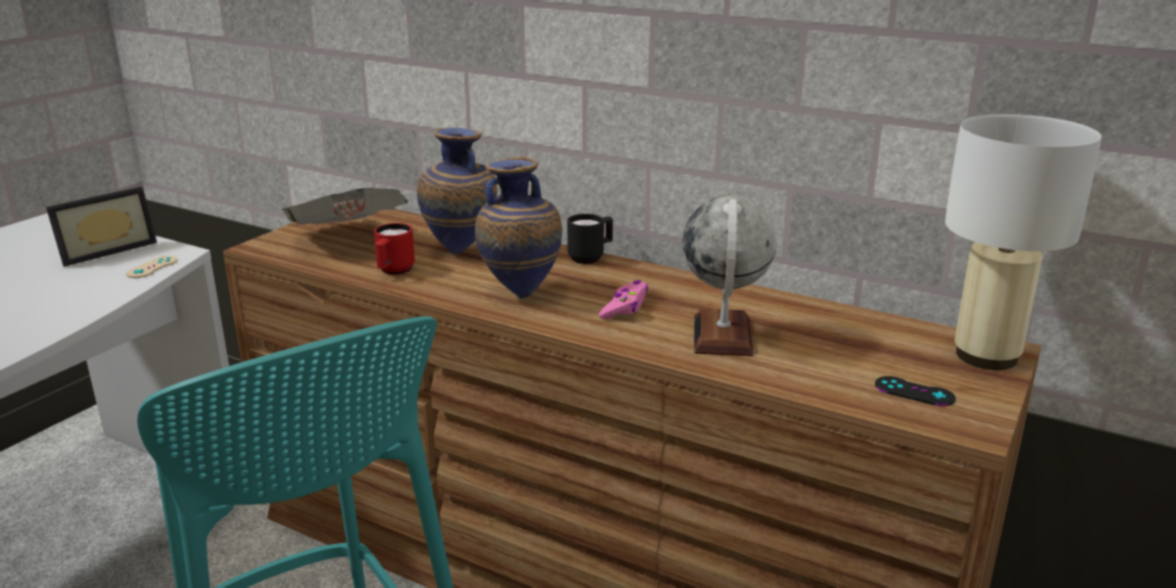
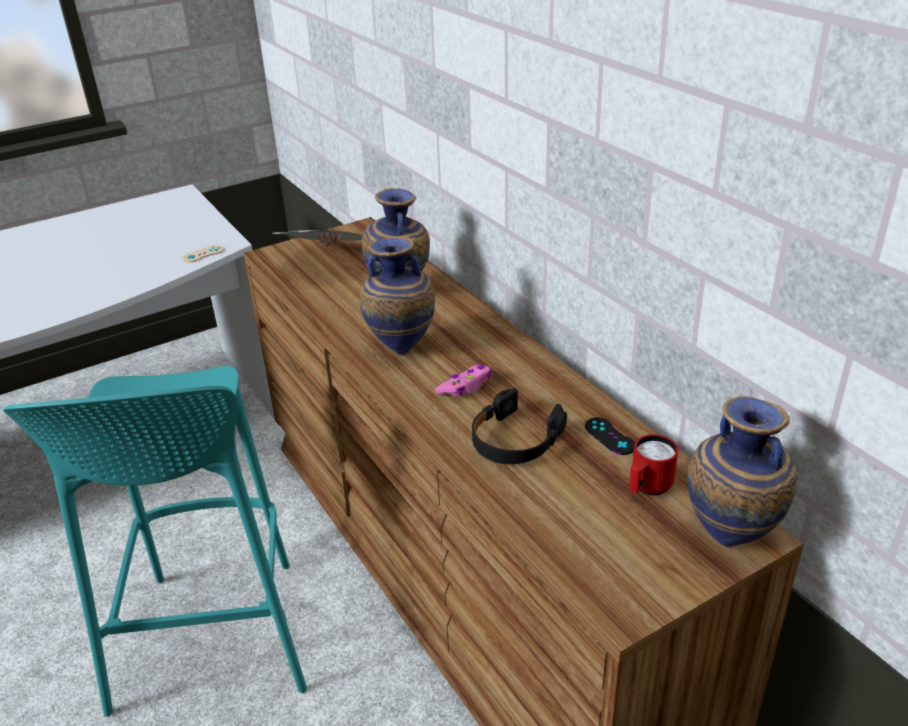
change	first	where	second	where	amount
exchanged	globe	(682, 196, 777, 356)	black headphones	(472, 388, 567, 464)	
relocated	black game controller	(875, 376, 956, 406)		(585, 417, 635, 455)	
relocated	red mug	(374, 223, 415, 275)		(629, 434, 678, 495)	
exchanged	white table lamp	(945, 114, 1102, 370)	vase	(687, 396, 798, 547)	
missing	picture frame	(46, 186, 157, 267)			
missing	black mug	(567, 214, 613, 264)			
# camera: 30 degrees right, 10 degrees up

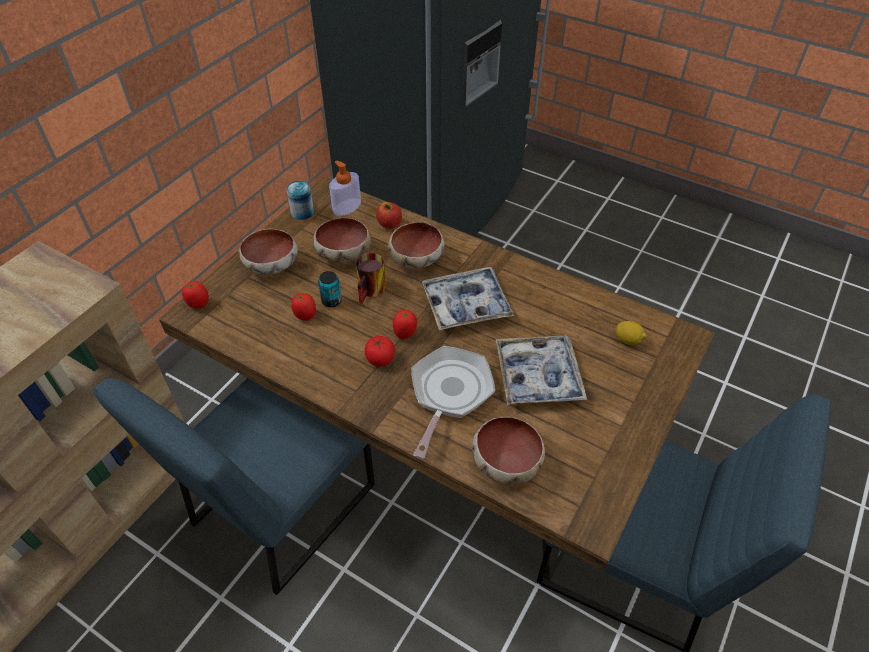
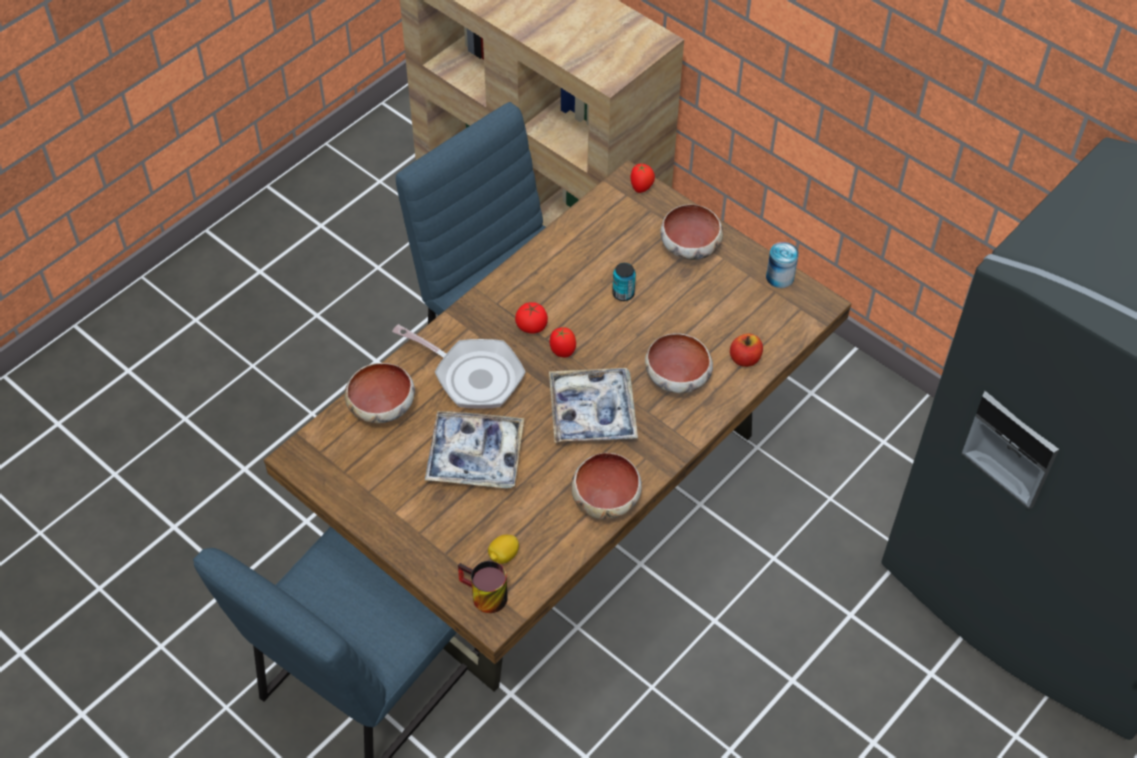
change	first	where	second	where	amount
relocated	mug	(356, 253, 386, 304)		(458, 561, 508, 613)	
relocated	bowl	(313, 218, 371, 263)		(571, 452, 642, 519)	
missing	tomato	(291, 293, 316, 321)			
missing	soap dispenser	(329, 161, 361, 216)			
# camera: 100 degrees right, 5 degrees up

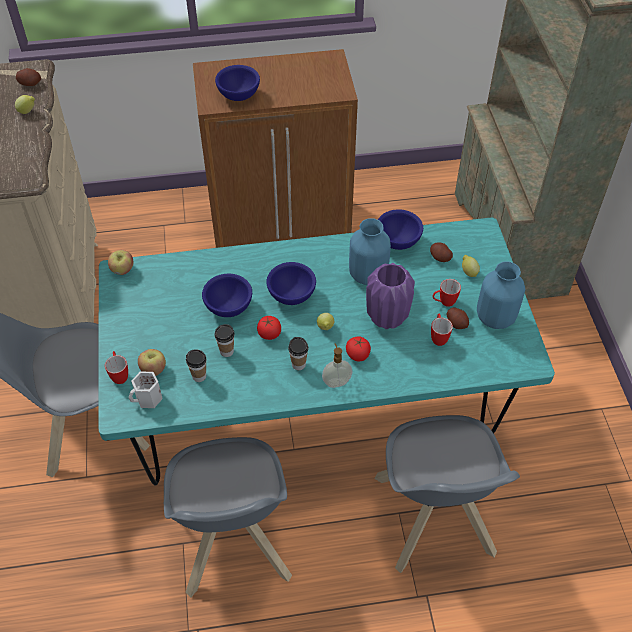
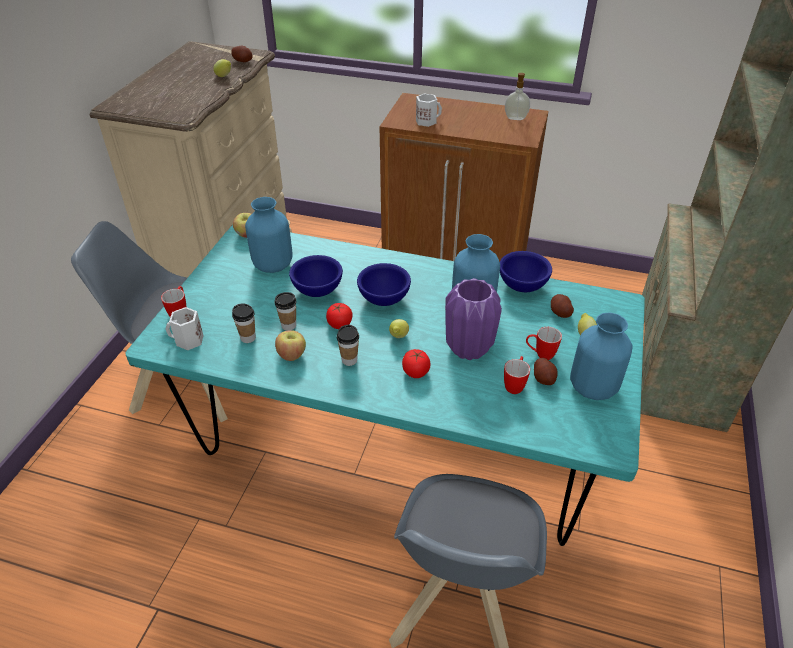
change	first	where	second	where	amount
appeared			blue vase	(245, 197, 293, 273)	
relocated	apple	(138, 349, 166, 376)		(275, 330, 306, 361)	
exchanged	blue bowl	(215, 65, 260, 101)	white mug	(416, 93, 442, 127)	
relocated	soap dispenser	(322, 343, 352, 388)		(505, 72, 530, 120)	
missing	grey chair	(164, 437, 292, 598)			
# camera: 25 degrees right, 10 degrees down

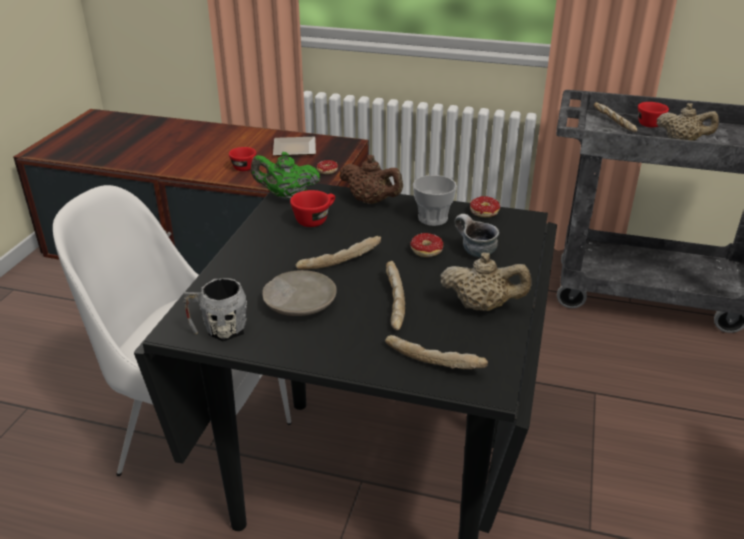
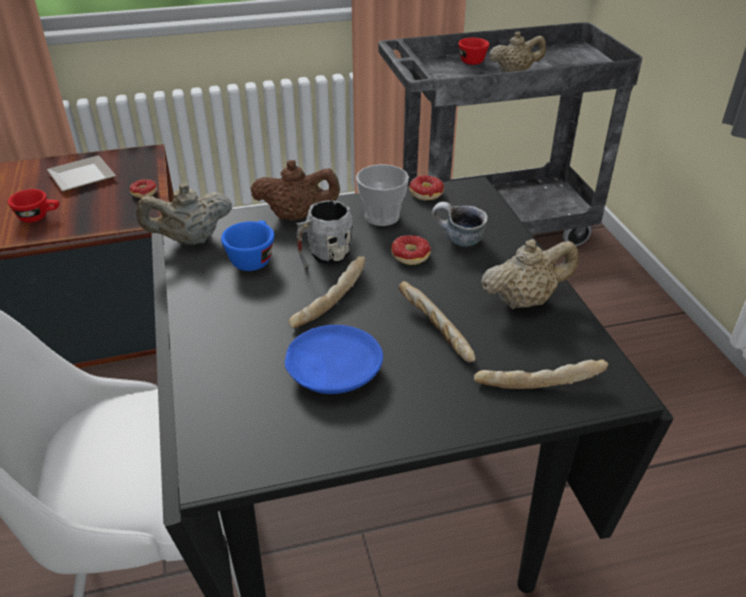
change	first	where	second	where	amount
colour	green teapot	(251, 152, 320, 200)	beige teapot	(136, 183, 232, 245)	
colour	red cup	(290, 190, 335, 227)	blue cup	(221, 220, 274, 271)	
colour	beige plate	(263, 270, 337, 316)	blue plate	(285, 325, 383, 394)	
relocated	grey mug	(183, 278, 247, 341)		(296, 200, 353, 267)	
missing	bread	(594, 102, 637, 132)			
# camera: 30 degrees left, 5 degrees up

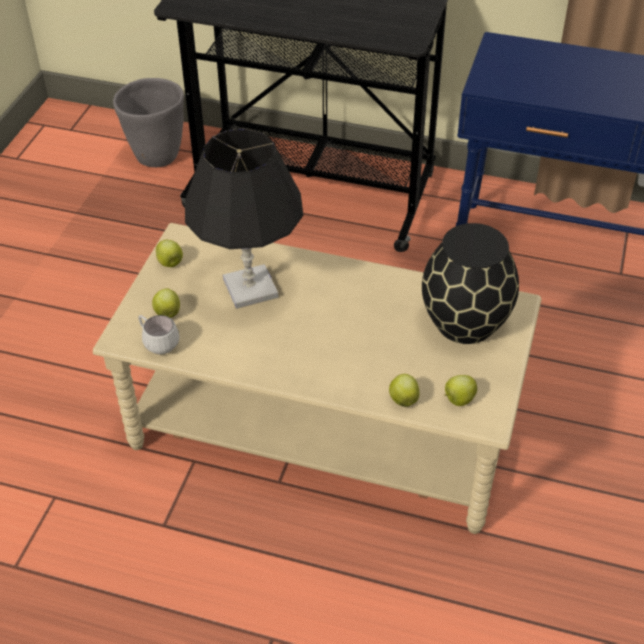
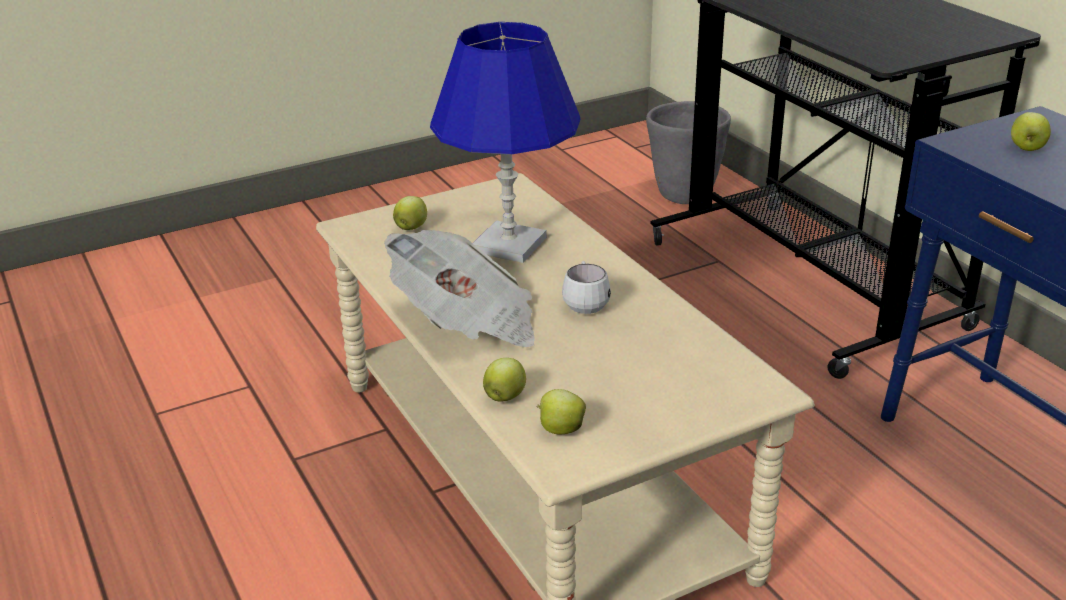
change	first	where	second	where	amount
appeared			newspaper	(384, 230, 535, 347)	
colour	black table lamp	(185, 129, 303, 309)	blue table lamp	(430, 22, 580, 263)	
relocated	white mug	(138, 315, 179, 354)		(562, 261, 611, 314)	
relocated	apple	(156, 240, 183, 267)		(1011, 112, 1051, 151)	
missing	black vase	(422, 223, 519, 344)			
# camera: 45 degrees right, 15 degrees down

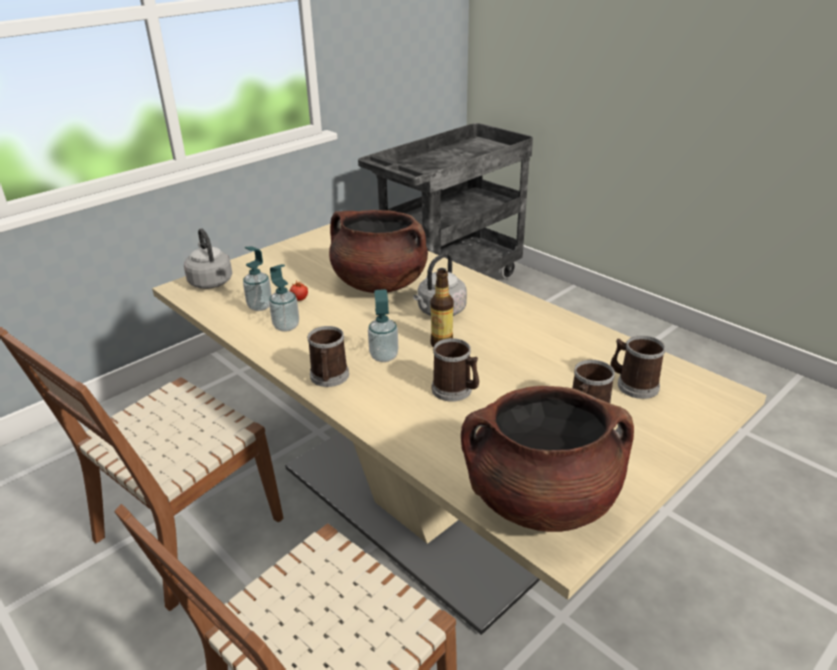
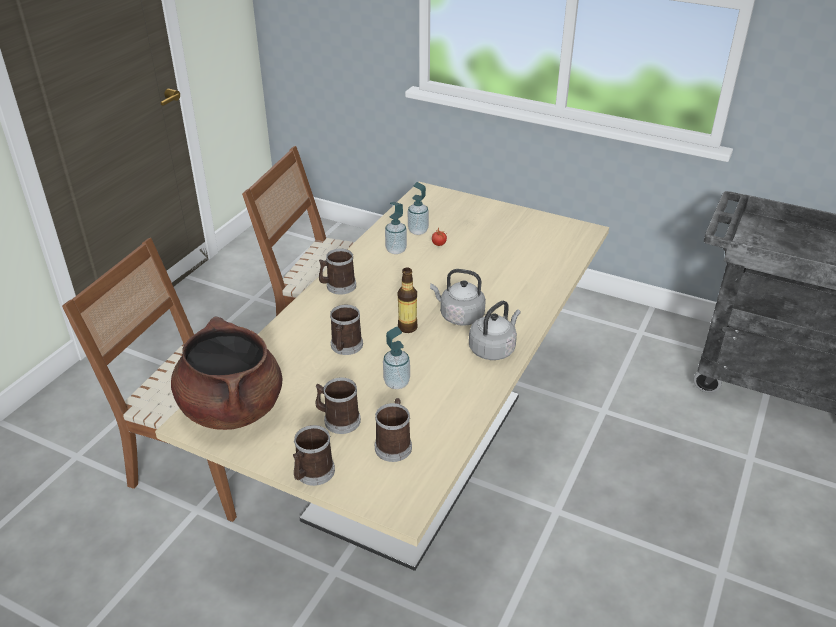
change	first	where	second	where	amount
appeared			mug	(293, 425, 335, 486)	
relocated	soap dispenser	(368, 289, 398, 362)		(383, 327, 410, 389)	
relocated	grey kettle	(184, 228, 232, 289)		(469, 301, 521, 360)	
missing	brown cooking pot	(329, 210, 428, 293)			
# camera: 70 degrees right, 5 degrees up

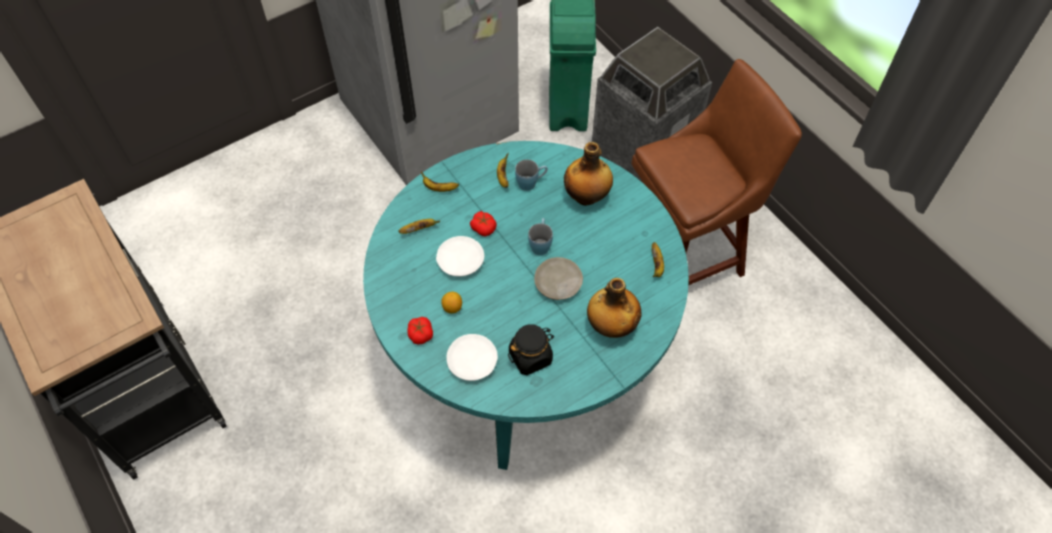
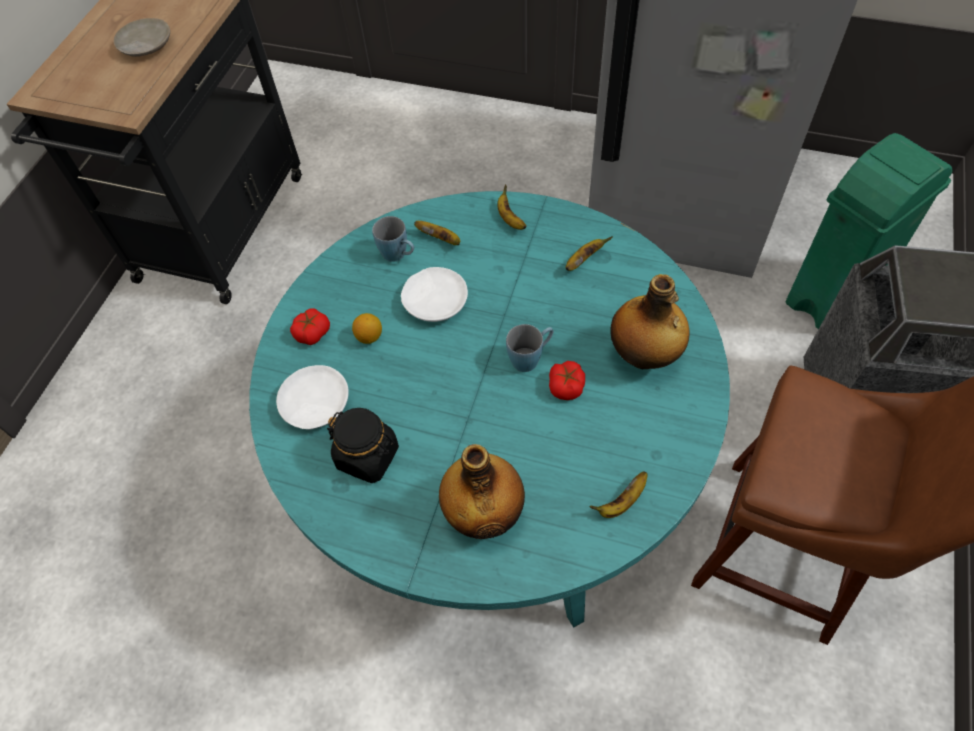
change	first	where	second	where	amount
relocated	beige plate	(534, 257, 583, 300)		(114, 18, 170, 57)	
relocated	blue mug	(515, 159, 548, 191)		(372, 216, 414, 262)	
relocated	tomato	(470, 211, 497, 236)		(549, 361, 585, 400)	
# camera: 55 degrees right, 0 degrees up

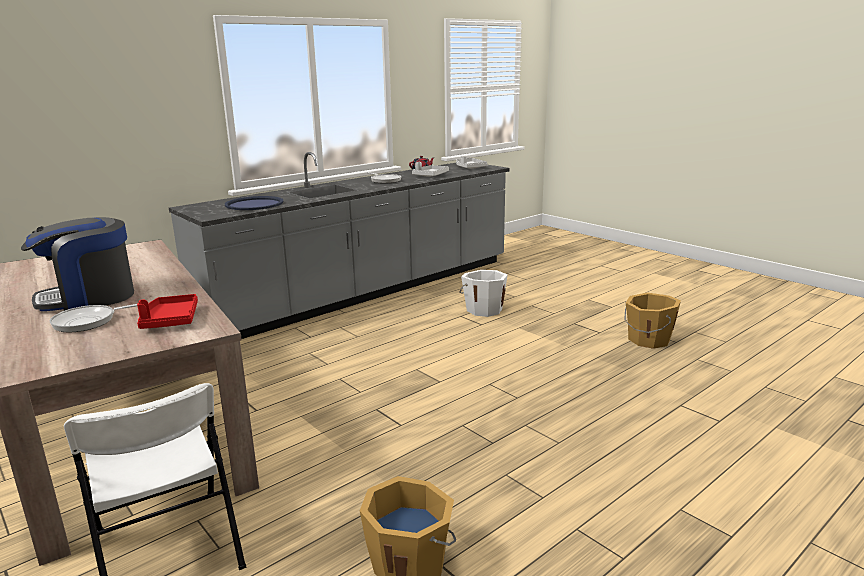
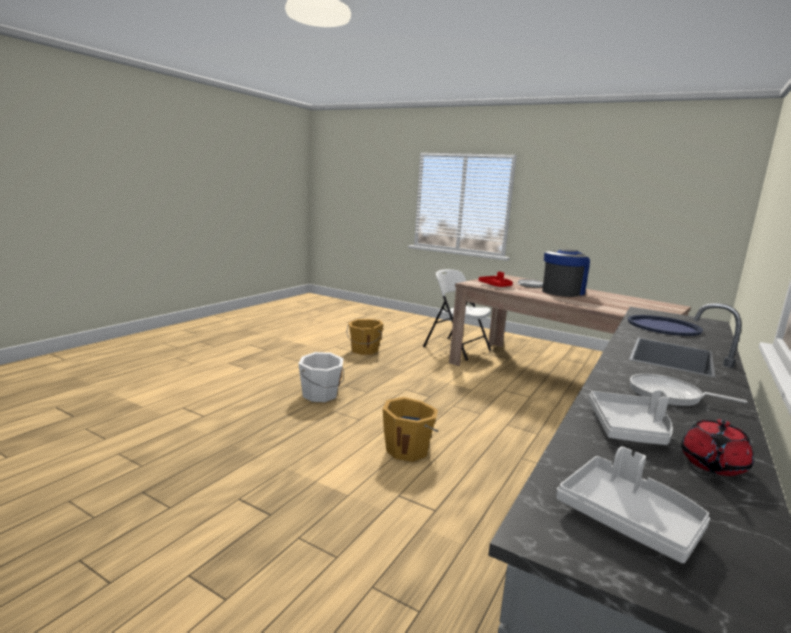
change	first	where	second	where	amount
relocated	white bucket	(460, 270, 508, 317)		(298, 352, 344, 402)	
relocated	orange bucket	(624, 293, 681, 349)		(383, 397, 439, 462)	
# camera: 160 degrees right, 5 degrees down

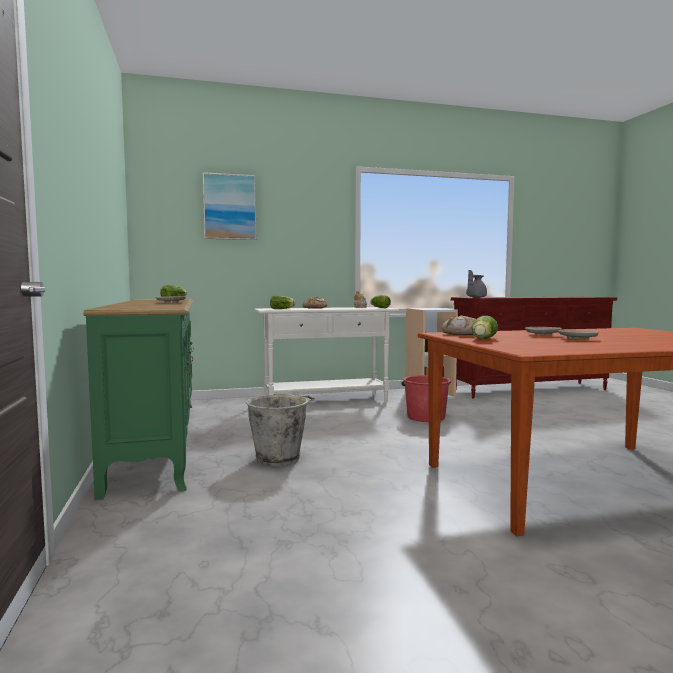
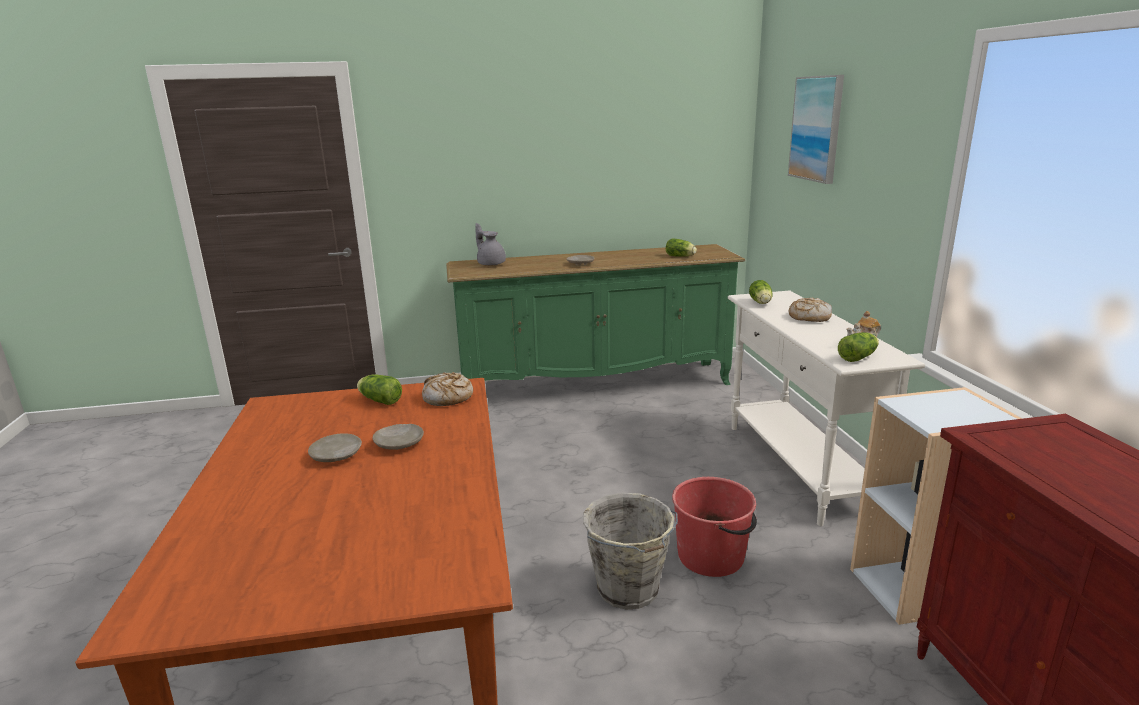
change	first	where	second	where	amount
relocated	grey teapot	(466, 270, 487, 298)		(475, 223, 506, 266)	
relocated	grey bucket	(246, 394, 315, 466)		(583, 493, 678, 610)	
# camera: 95 degrees right, 15 degrees up

